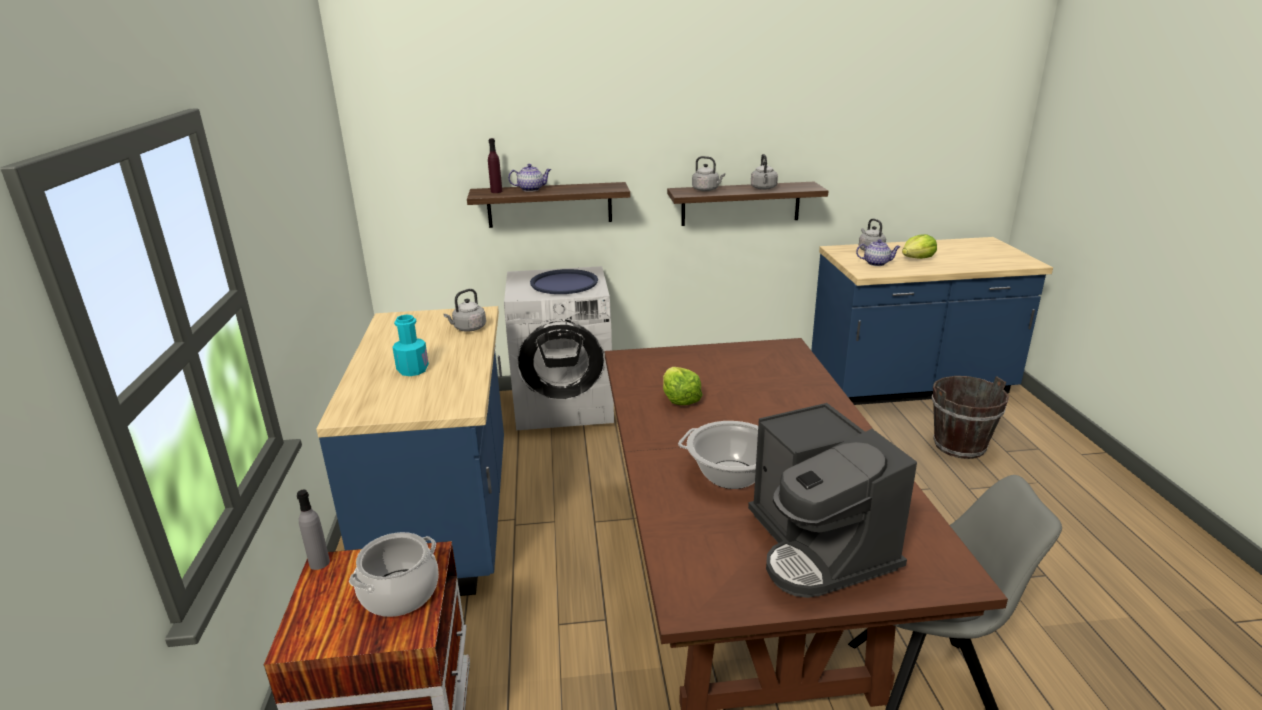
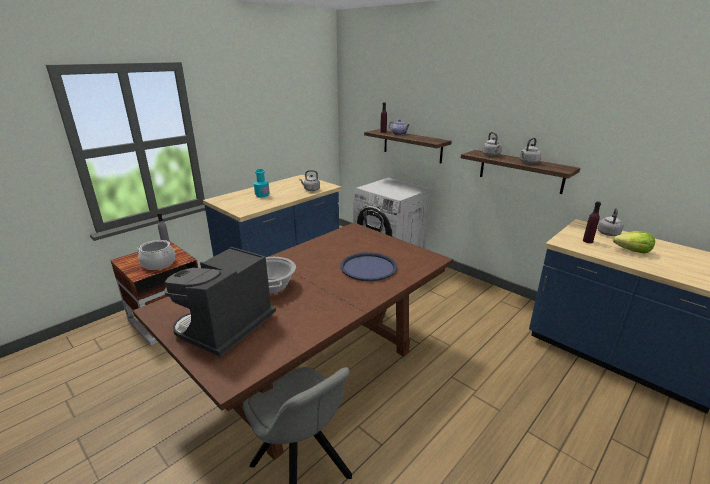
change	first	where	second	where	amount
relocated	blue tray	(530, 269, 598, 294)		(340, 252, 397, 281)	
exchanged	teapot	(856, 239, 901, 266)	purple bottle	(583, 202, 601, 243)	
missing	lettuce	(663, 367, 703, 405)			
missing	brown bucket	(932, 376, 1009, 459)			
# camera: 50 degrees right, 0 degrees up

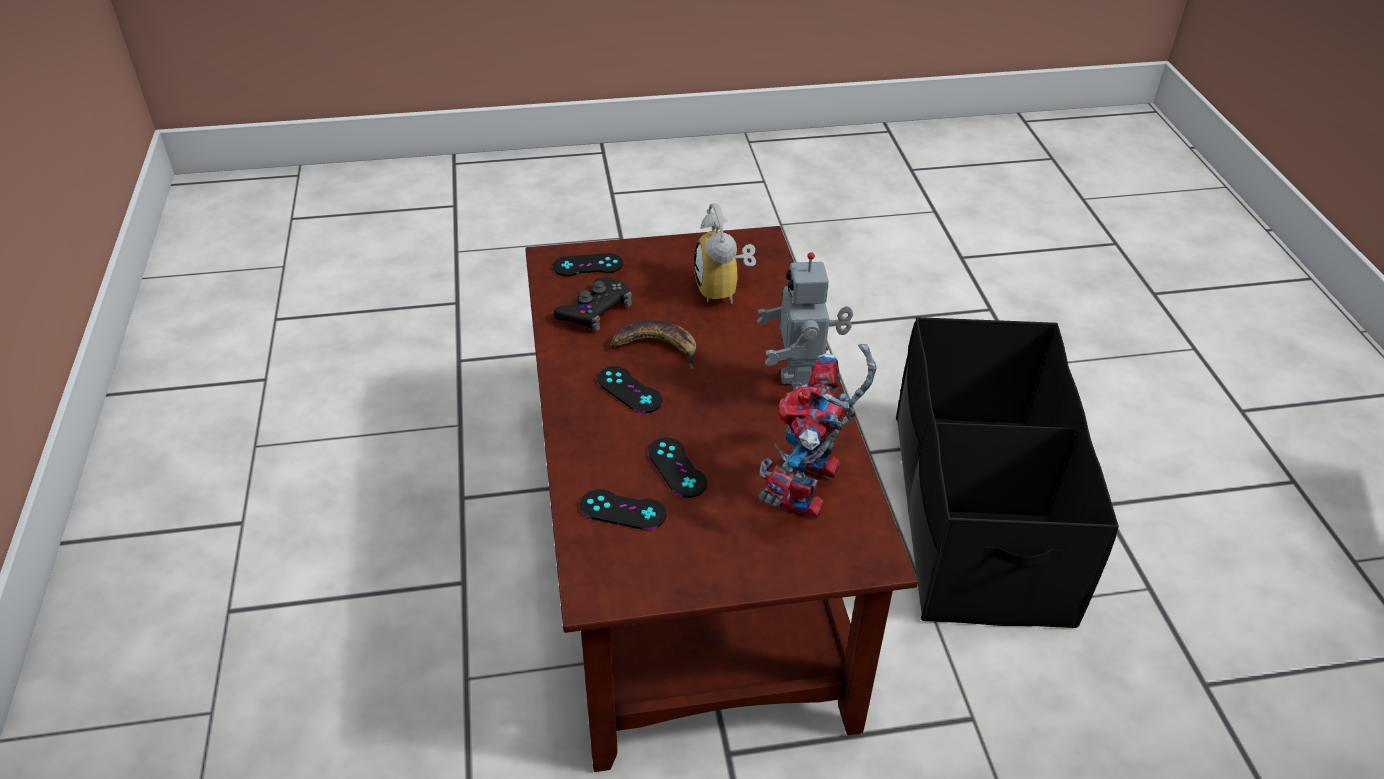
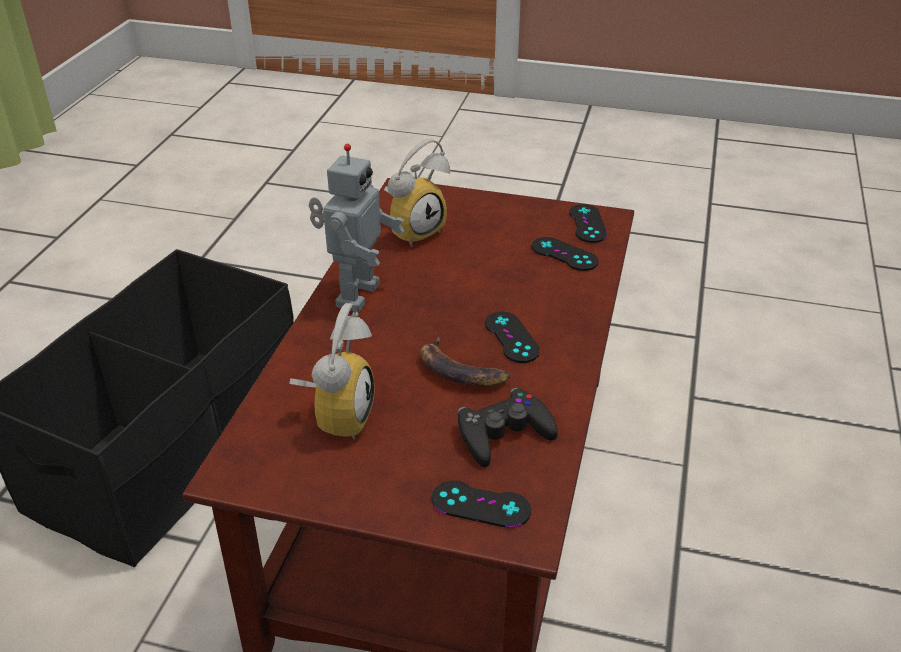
change	first	where	second	where	amount
exchanged	toy robot	(758, 344, 876, 518)	alarm clock	(384, 139, 450, 247)	
relocated	black game controller	(648, 438, 707, 498)		(569, 204, 607, 243)	
# camera: 155 degrees left, 5 degrees down

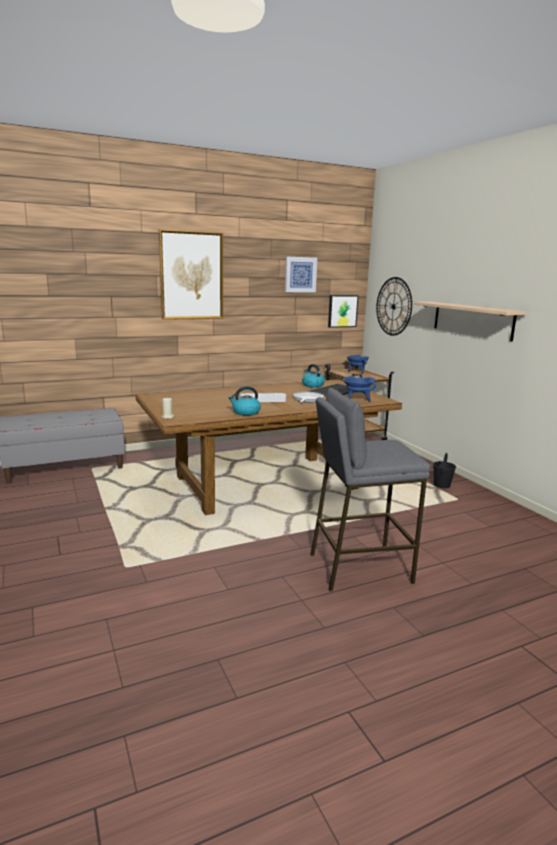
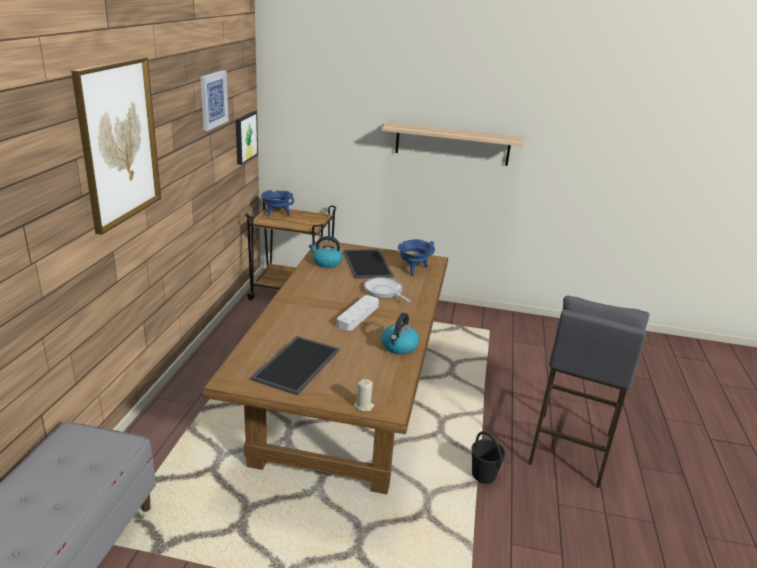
change	first	where	second	where	amount
appeared			tray	(251, 336, 339, 395)	
relocated	black bucket	(433, 453, 456, 488)		(471, 431, 505, 484)	
missing	wall clock	(376, 277, 412, 336)			
# camera: 55 degrees left, 10 degrees up

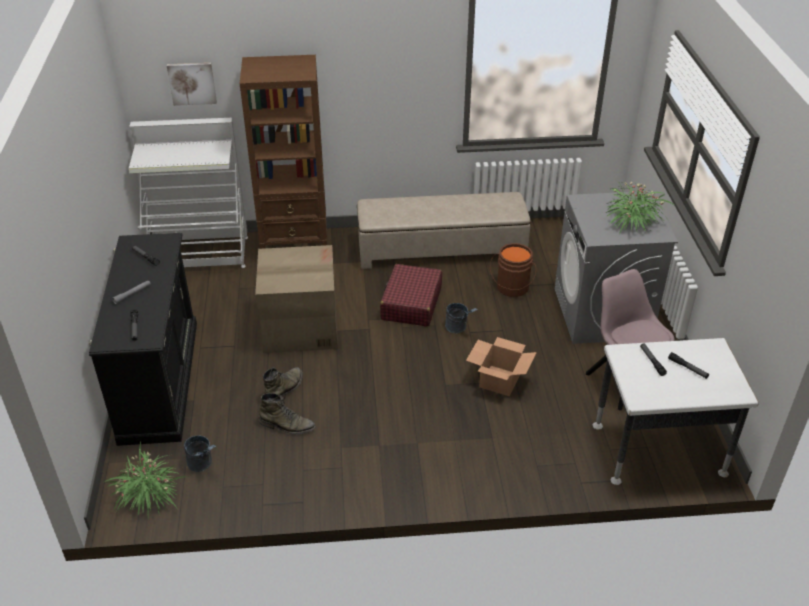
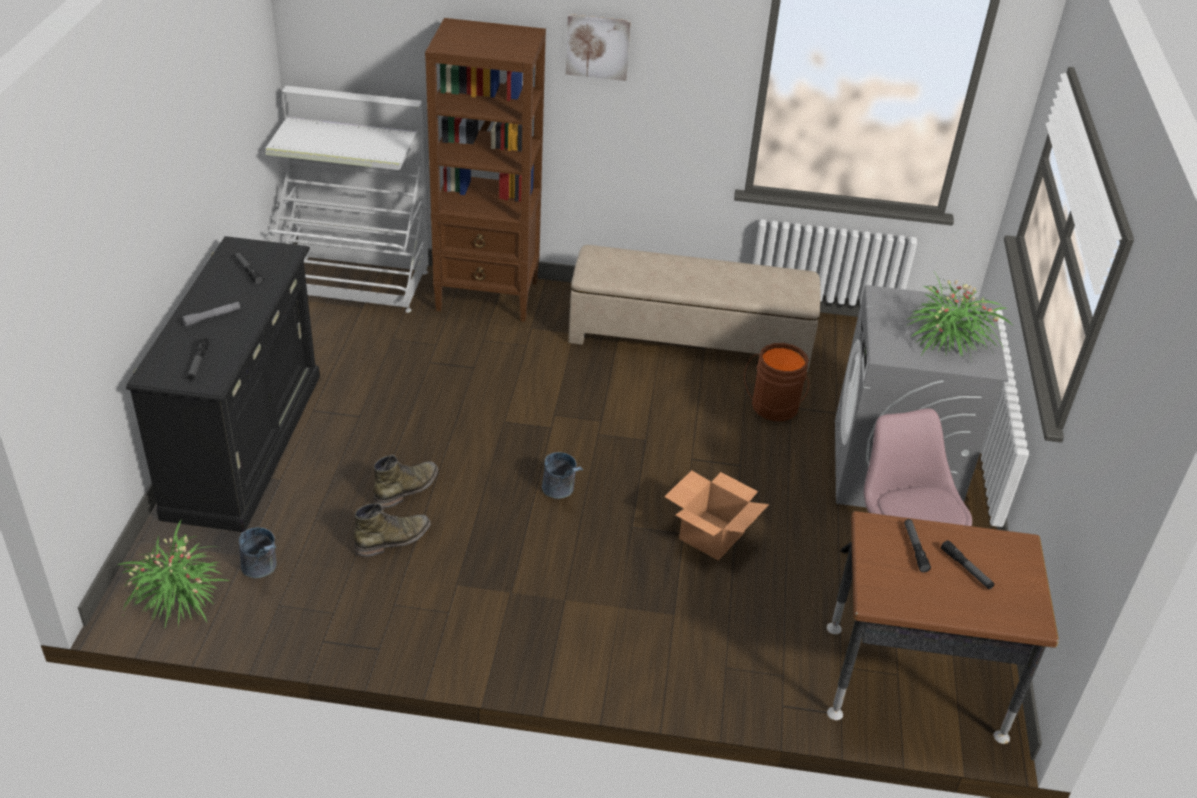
change	first	where	second	where	amount
spun	green boot	(259, 393, 316, 434)		(354, 503, 431, 557)	60 degrees counterclockwise
relocated	grey bucket	(445, 303, 478, 333)		(542, 452, 583, 499)	
relocated	picture	(167, 63, 217, 106)		(566, 14, 631, 81)	
colour	white desk	(593, 338, 759, 485)	brown desk	(827, 511, 1059, 744)	
missing	cardboard box	(255, 245, 338, 353)			
missing	red suitcase	(380, 264, 442, 327)			
# camera: 10 degrees right, 0 degrees up

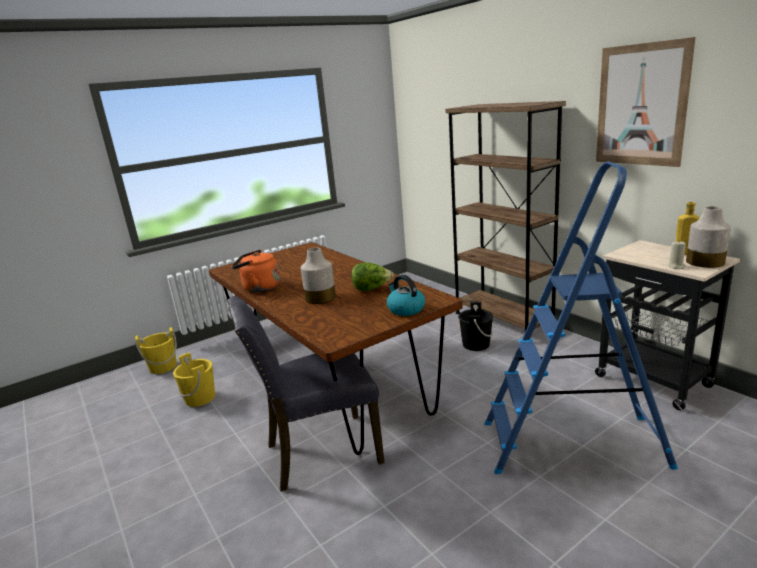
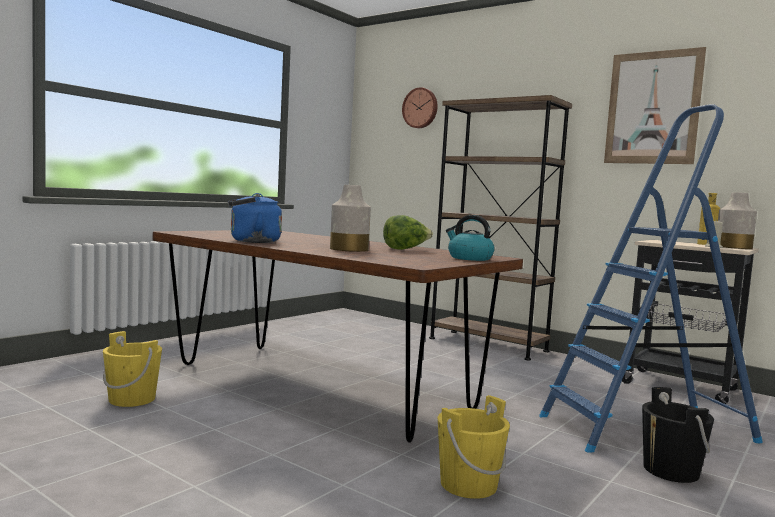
change	first	where	second	where	amount
colour	orange kettle	(232, 250, 280, 292)	blue kettle	(228, 193, 282, 243)	
appeared			wall clock	(402, 87, 438, 128)	
relocated	yellow bucket	(135, 327, 177, 374)		(438, 395, 510, 499)	
relocated	black bucket	(458, 302, 493, 351)		(642, 387, 714, 483)	
missing	grey chair	(227, 296, 385, 491)			
# camera: 20 degrees left, 15 degrees down

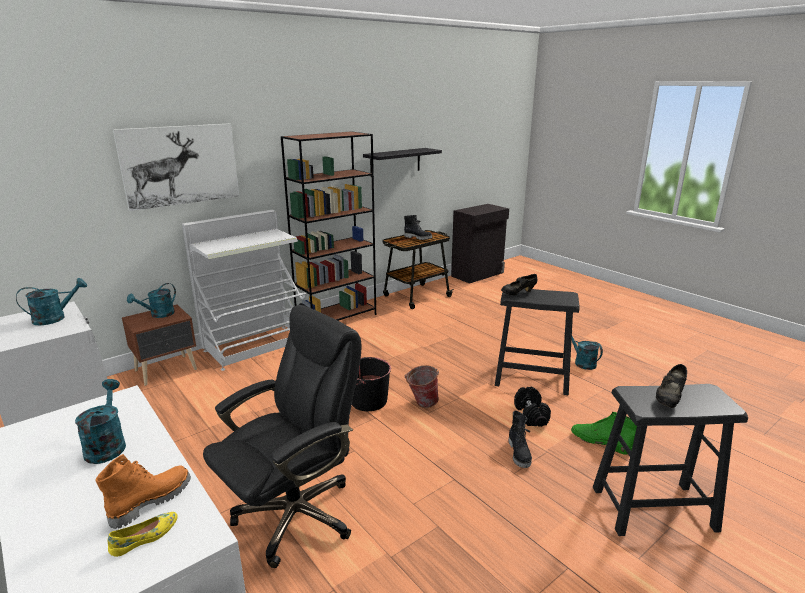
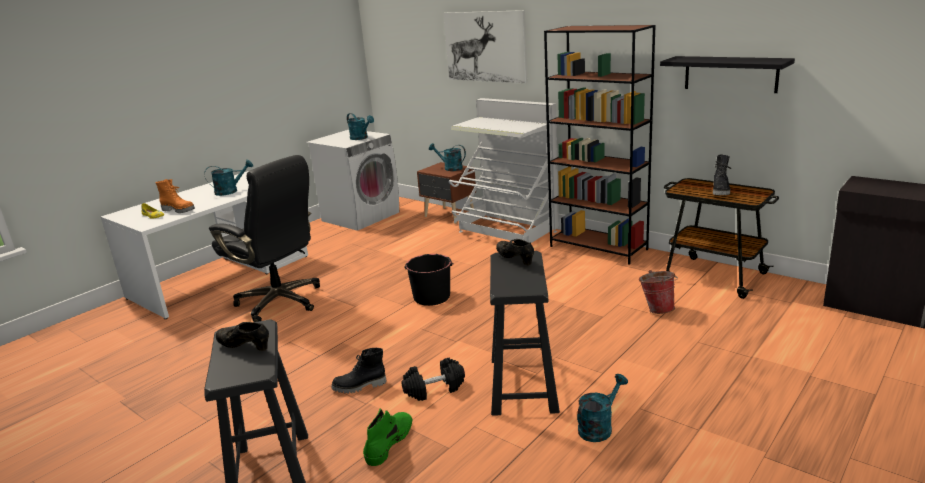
change	first	where	second	where	amount
relocated	bucket	(405, 365, 439, 408)		(639, 270, 678, 314)	
# camera: 80 degrees right, 0 degrees up

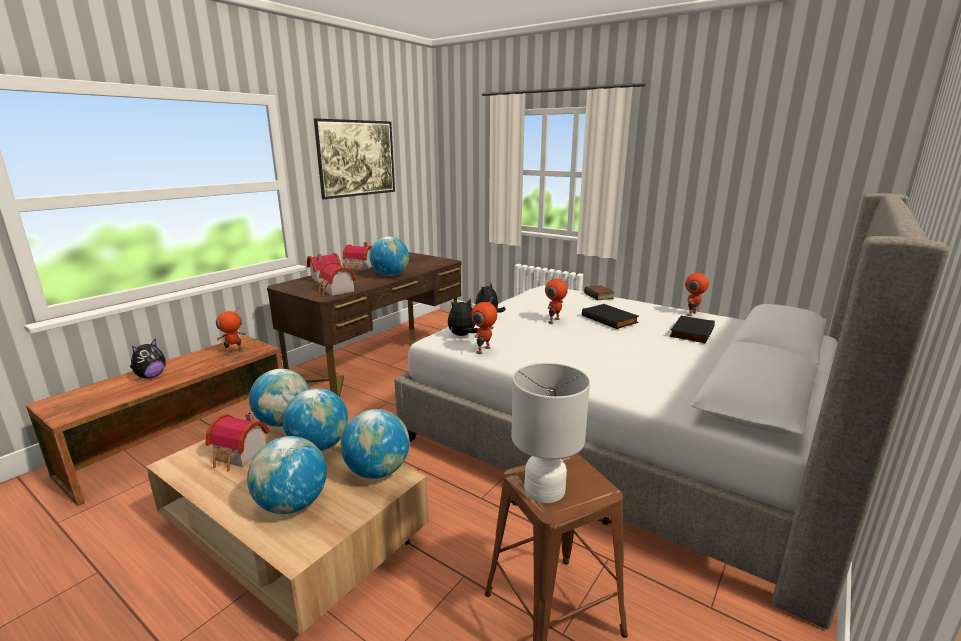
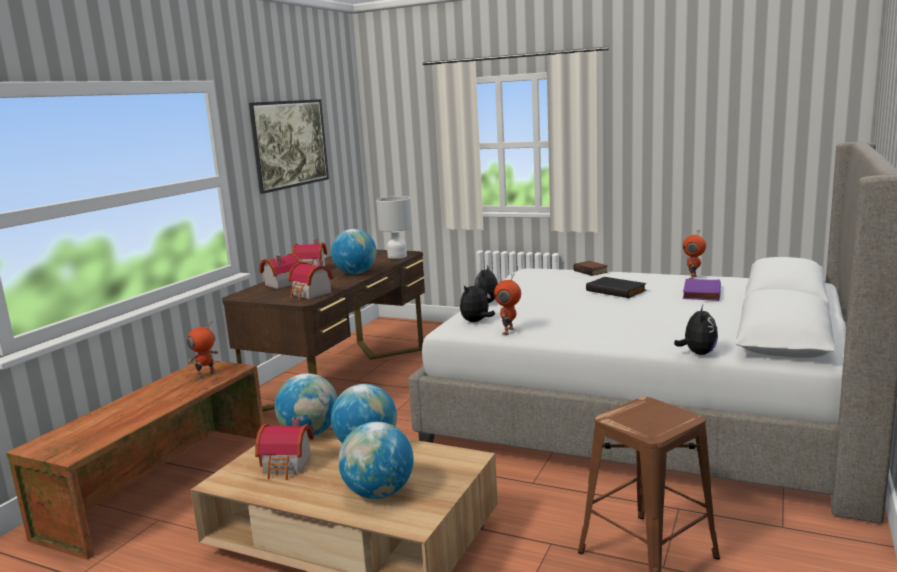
change	first	where	second	where	amount
relocated	grey table lamp	(512, 363, 590, 503)		(376, 196, 412, 259)	
relocated	plush toy	(130, 339, 166, 379)		(674, 305, 718, 355)	
colour	black book	(670, 316, 715, 343)	purple book	(683, 279, 721, 301)	
missing	globe	(341, 409, 410, 479)			
missing	toy robot	(545, 274, 568, 323)			
# camera: 10 degrees left, 5 degrees down

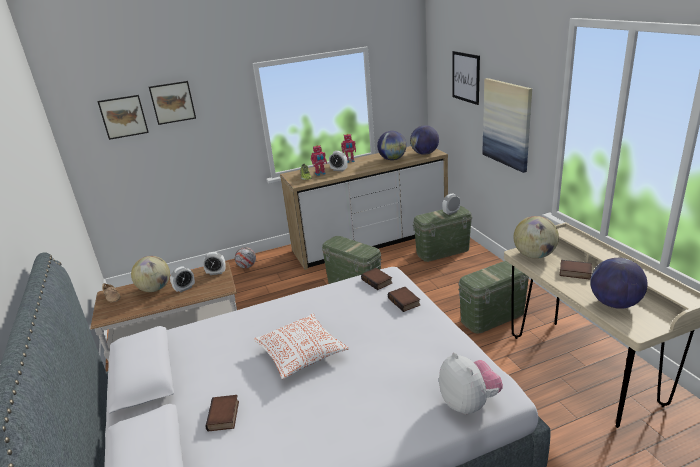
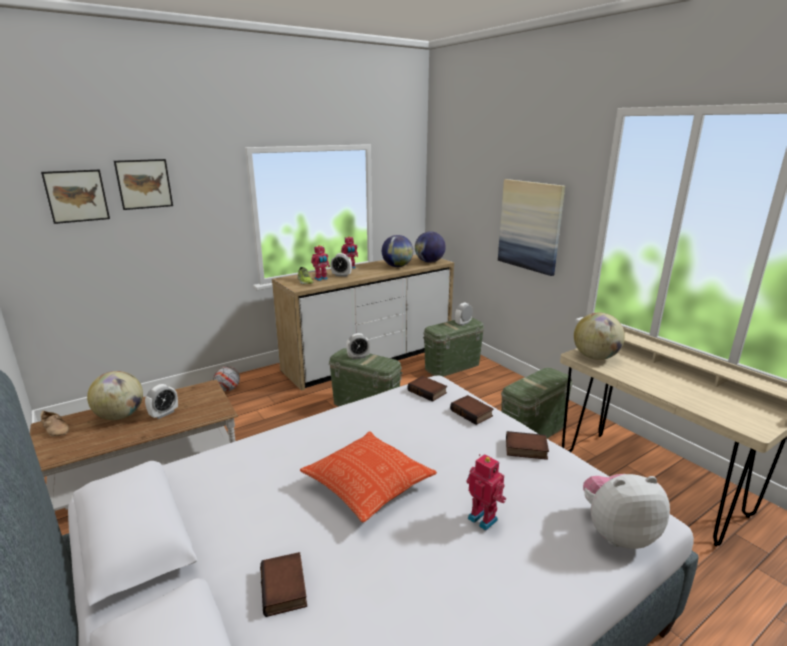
change	first	where	second	where	amount
colour	white pillow	(253, 314, 349, 379)	orange pillow	(300, 432, 437, 522)	
relocated	alarm clock	(203, 252, 226, 275)		(346, 333, 370, 359)	
appeared			toy robot	(466, 454, 506, 531)	
relocated	book	(559, 260, 592, 280)		(506, 431, 549, 460)	
spun	plush toy	(439, 352, 503, 415)		(583, 474, 670, 549)	60 degrees counterclockwise
missing	picture	(452, 51, 480, 105)			
missing	globe	(590, 258, 647, 309)			
# camera: 15 degrees left, 5 degrees down

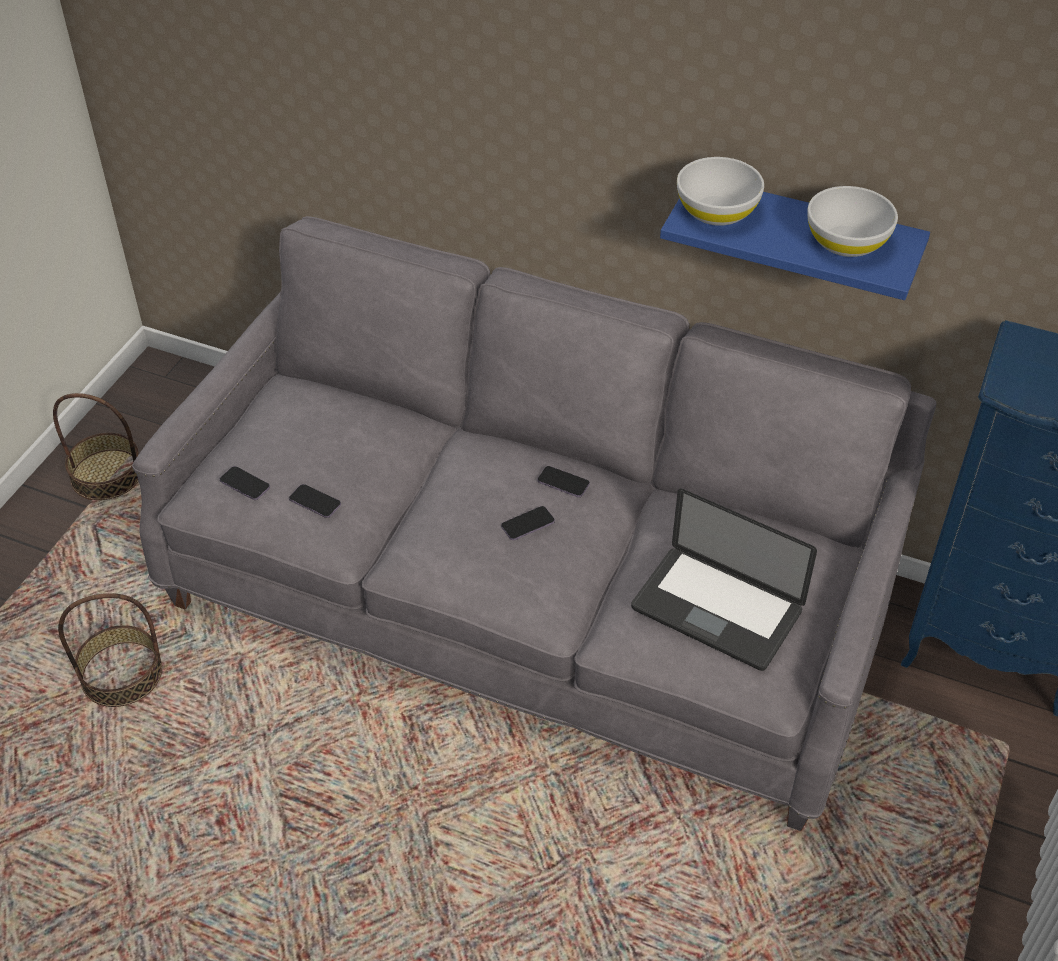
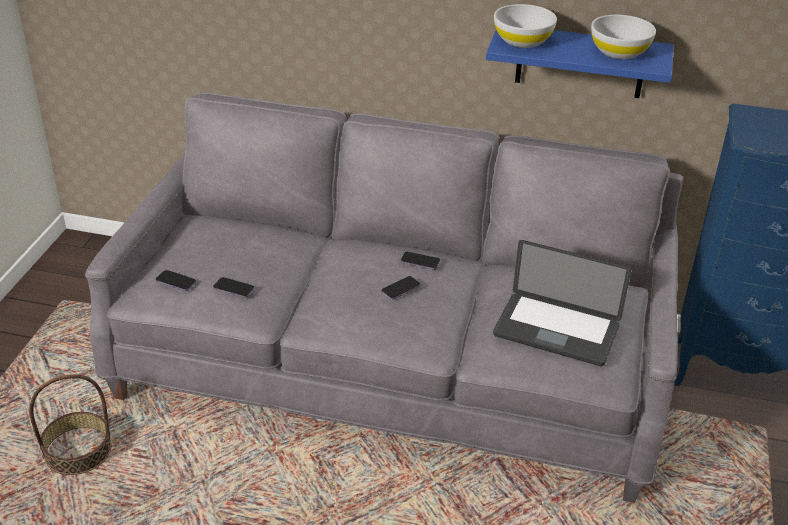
change	first	where	second	where	amount
missing	basket	(53, 393, 139, 500)			
# camera: 10 degrees left, 10 degrees down

